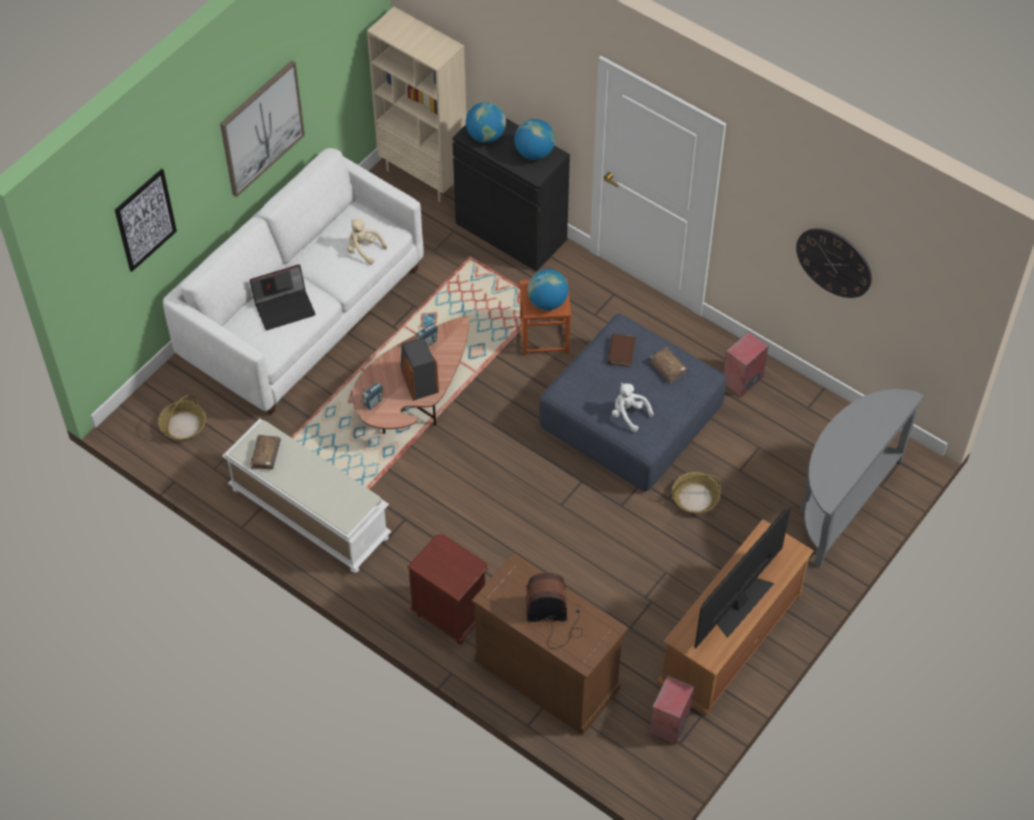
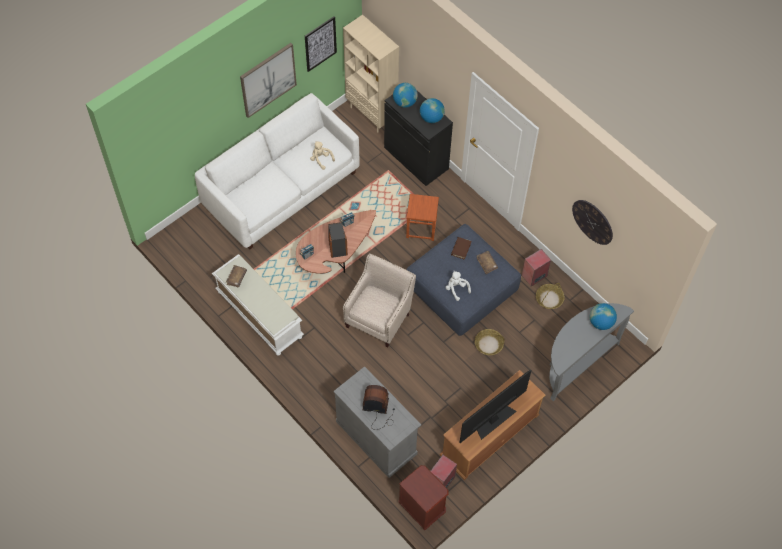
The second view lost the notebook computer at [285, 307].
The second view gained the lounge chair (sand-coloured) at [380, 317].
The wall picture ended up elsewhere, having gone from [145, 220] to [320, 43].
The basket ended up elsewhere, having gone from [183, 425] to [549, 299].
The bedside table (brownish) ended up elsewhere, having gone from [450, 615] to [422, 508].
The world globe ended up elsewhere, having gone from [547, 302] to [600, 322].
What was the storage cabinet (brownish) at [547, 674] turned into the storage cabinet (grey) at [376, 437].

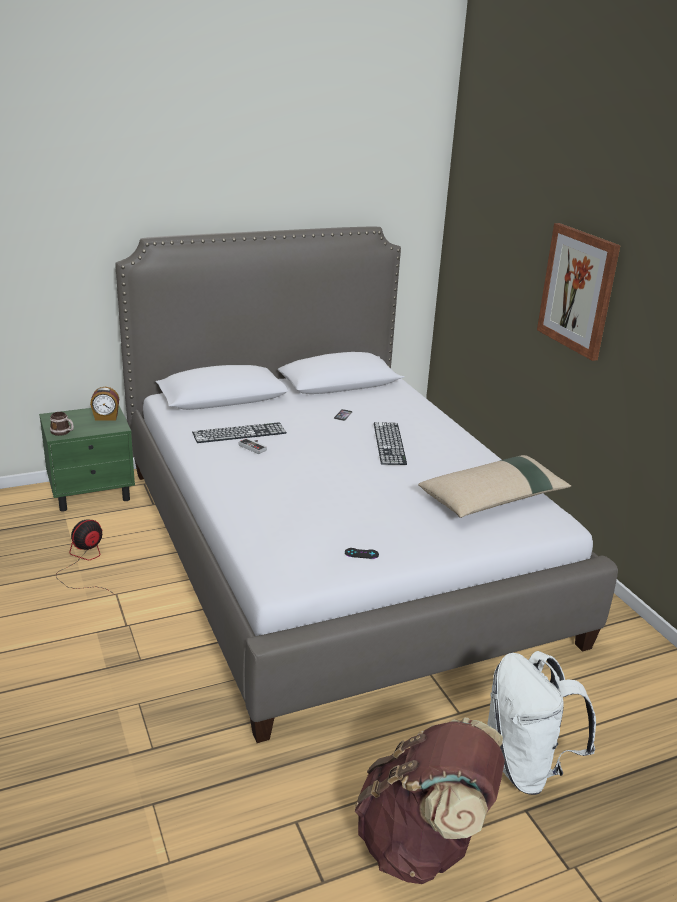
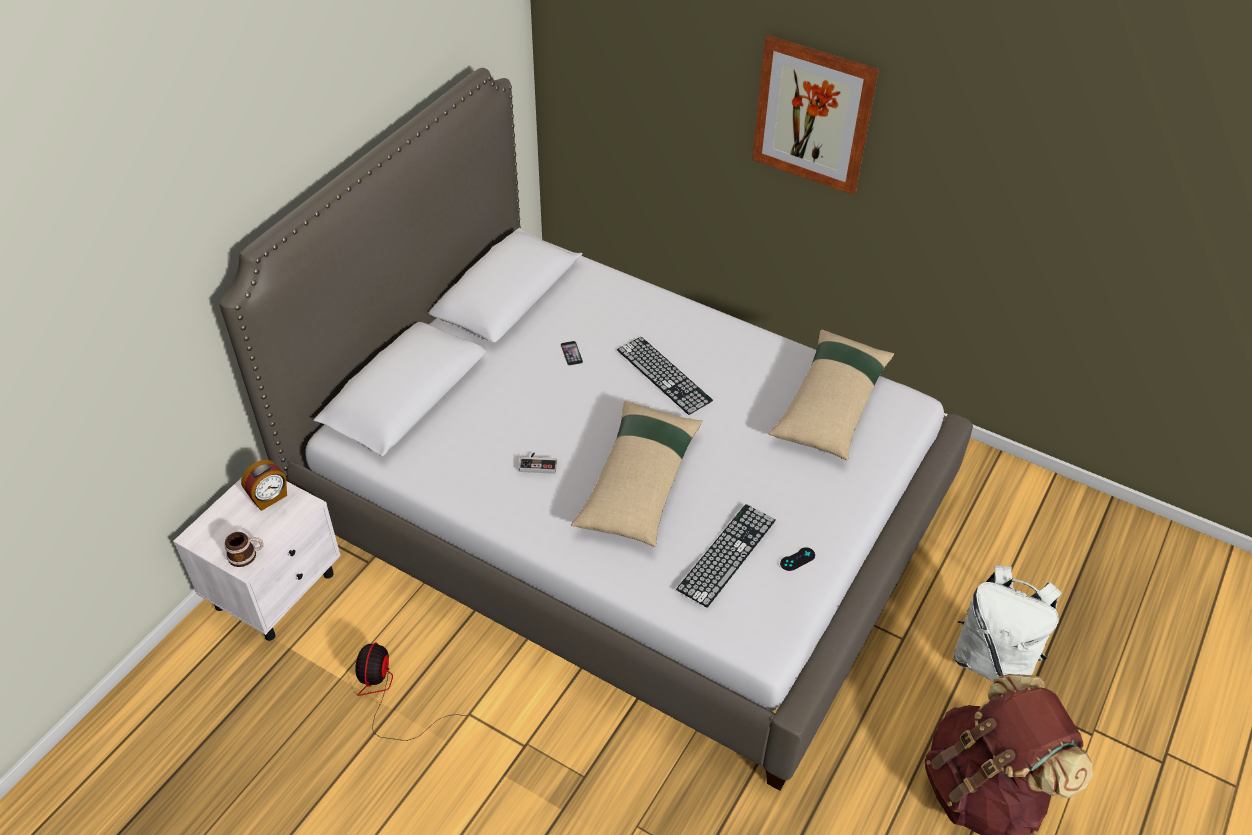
The second view gained the throw pillow (sand-coloured) at [639, 482].
The keyboard ended up elsewhere, having gone from [239, 433] to [727, 554].
What was the bedside table (green) at [92, 493] turned into the bedside table (white-coloured) at [276, 589].

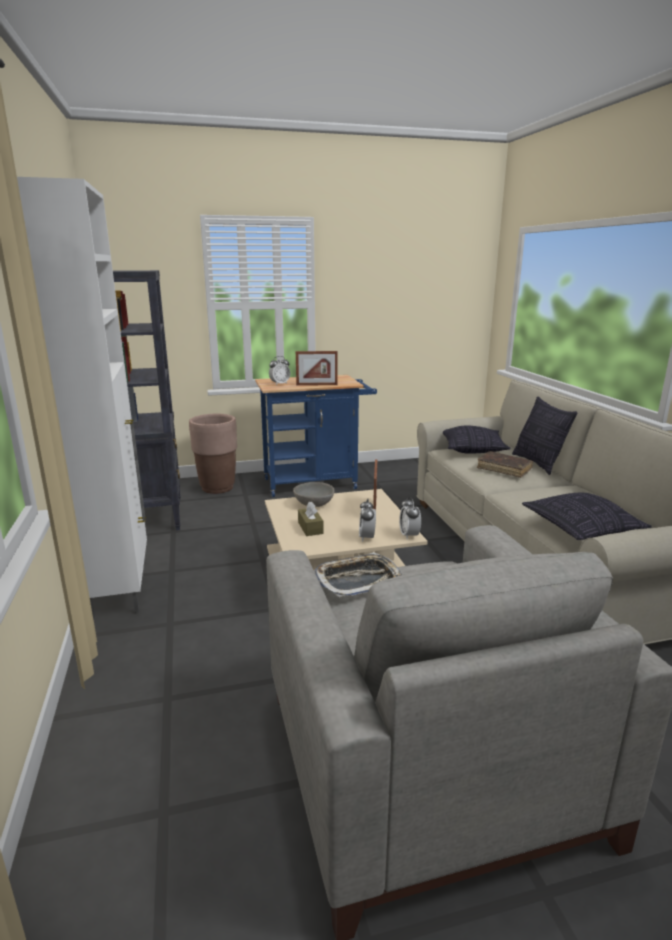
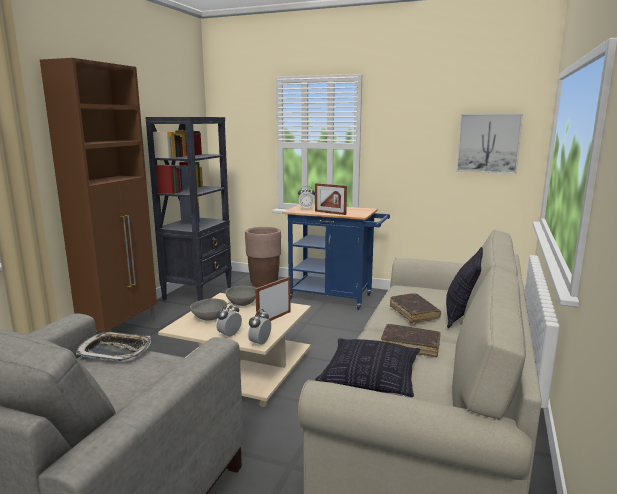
The second view lost the throw pillow at [473, 450].
The second view gained the bound book (brownish) at [410, 346].
The second view gained the wall picture at [488, 143].
Where the tissue box (brownish) stood at [310, 528], the serving bowl (grey) came to stand at [209, 318].
What was the storage cabinet (white-coloured) at [121, 587] turned into the storage cabinet (brownish) at [121, 330].

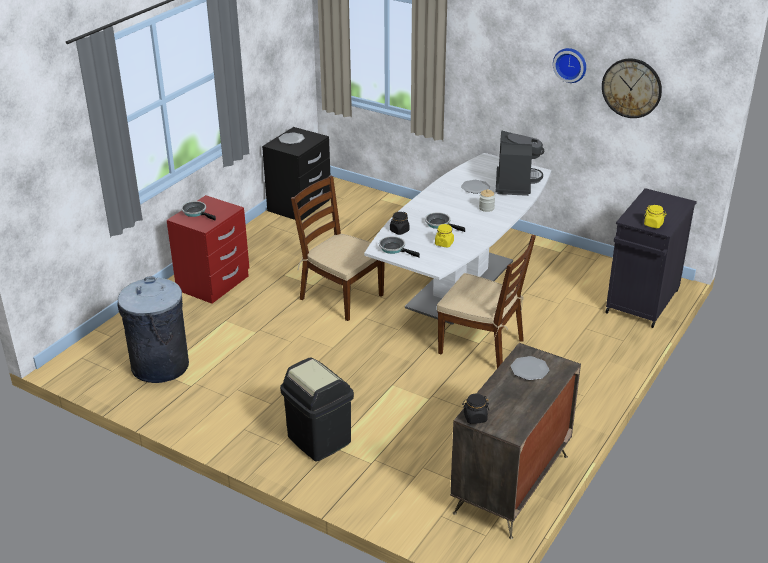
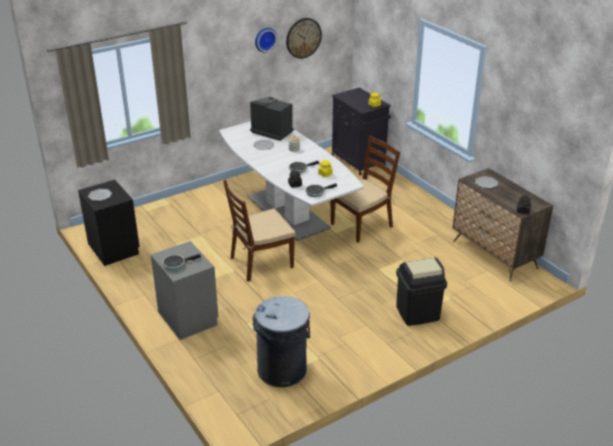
What was the bedside table (red-coloured) at [214, 283] turned into the bedside table (grey) at [188, 318].

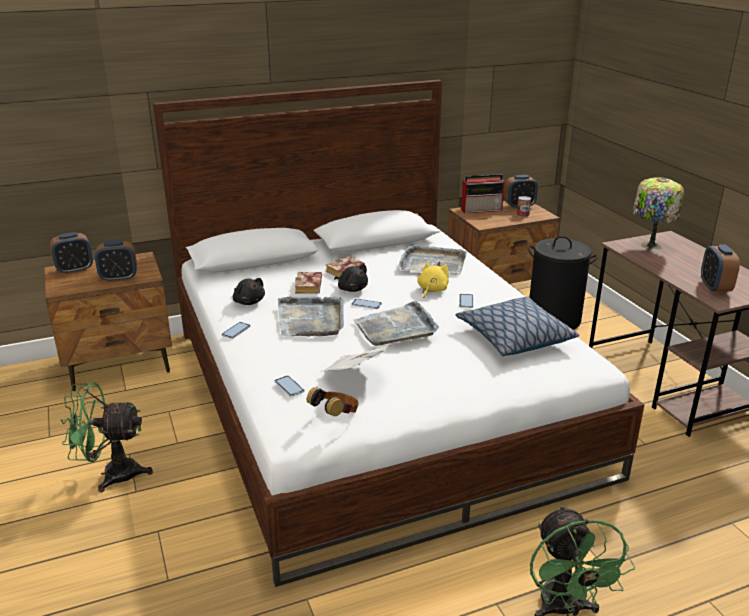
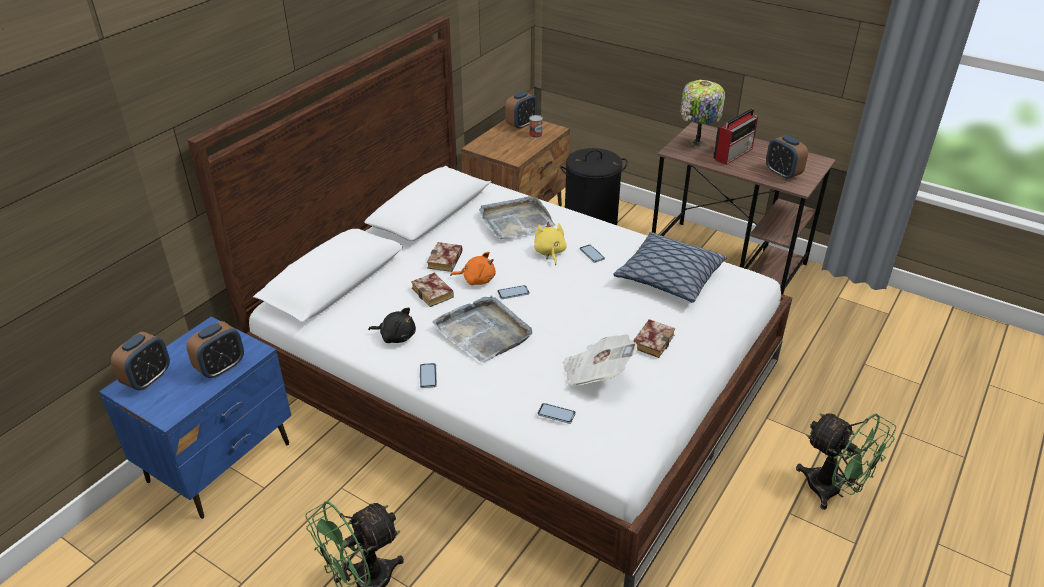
The second view lost the headset at [336, 416].
The second view lost the serving tray (grey) at [396, 327].
The second view gained the bound book at [652, 340].
The radio receiver ended up elsewhere, having gone from [482, 210] to [733, 153].
What was the bedside table (brownish) at [120, 365] turned into the bedside table (blue) at [221, 462].
What was the cuddly toy (black-coloured) at [352, 289] turned into the cuddly toy (orangey) at [477, 279].

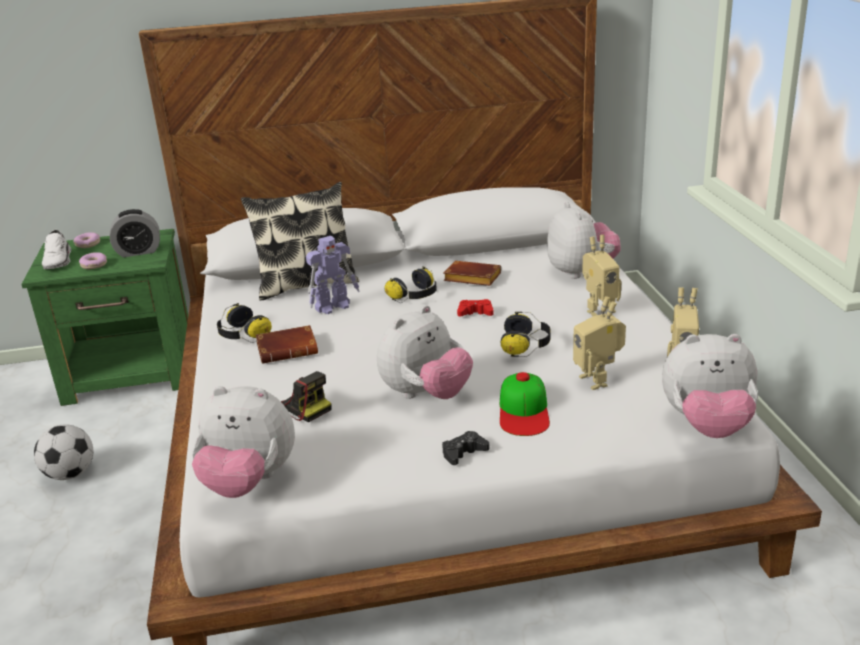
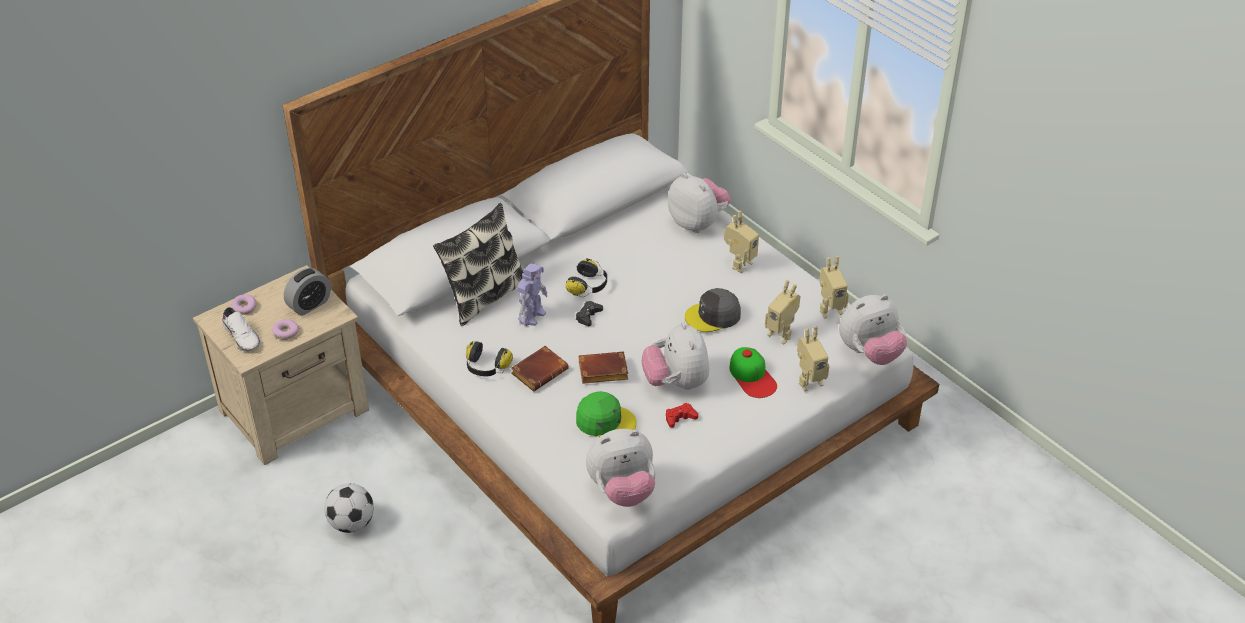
The second view gained the robot figure at [808, 381].
The game controller (black-coloured) ended up elsewhere, having gone from [463, 453] to [588, 316].
The bound book (brownish) ended up elsewhere, having gone from [470, 278] to [602, 372].
The game controller (red-coloured) ended up elsewhere, having gone from [475, 313] to [680, 418].
Where the still camera stood at [303, 406], the baseball cap (green) came to stand at [605, 421].
Where the headset stood at [526, 345], the baseball cap (grey) came to stand at [713, 316].
What was the bedside table (green) at [132, 373] turned into the bedside table (sand-coloured) at [296, 410].
The cuddly toy at [426, 395] ended up facing another way, 150 degrees clockwise from before.

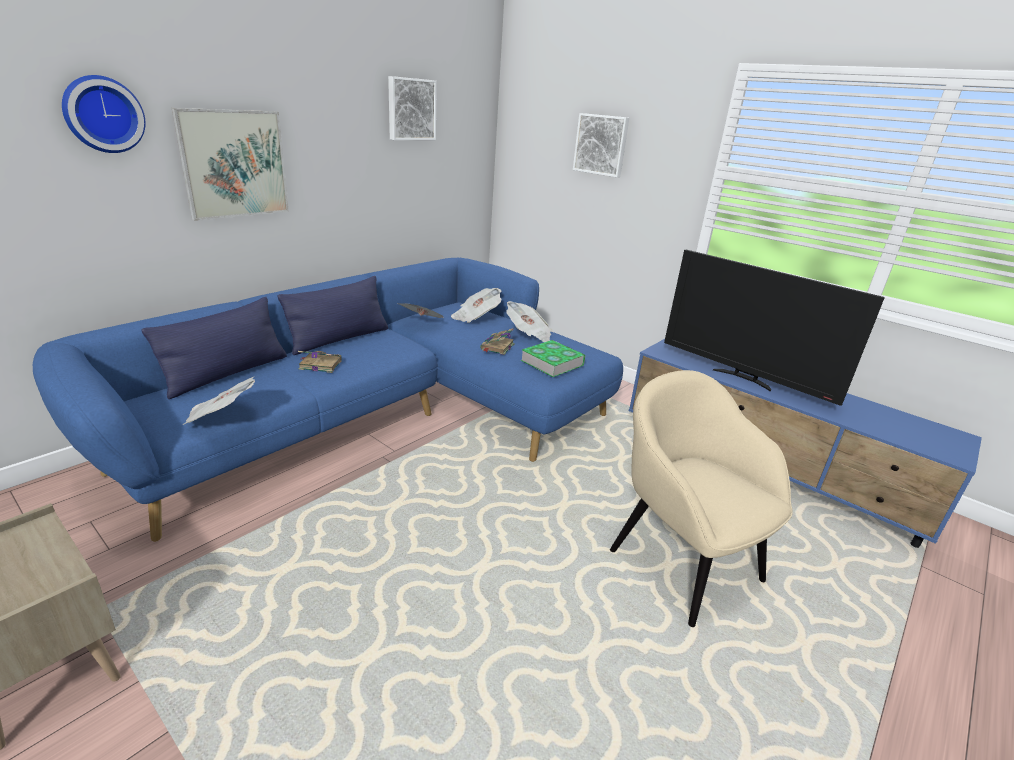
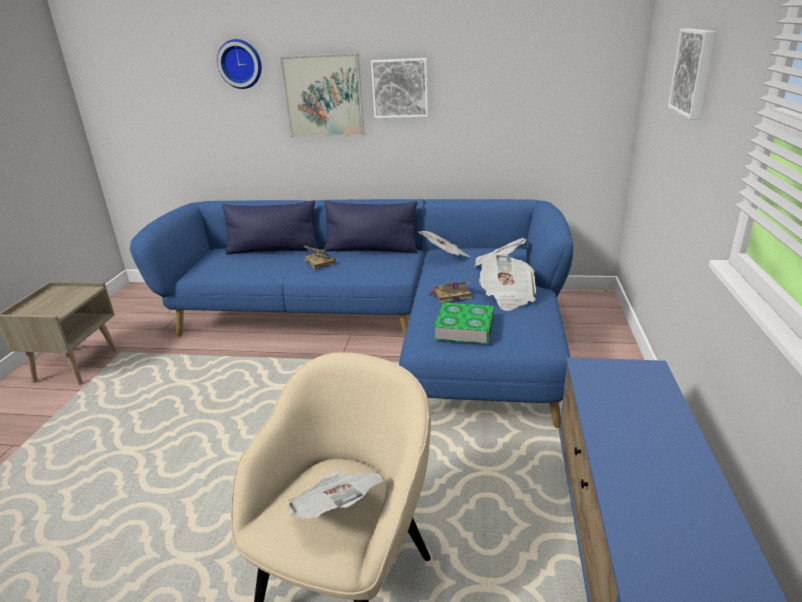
The second view lost the TV at [743, 378].
The daily paper ended up elsewhere, having gone from [222, 417] to [336, 510].
The wall picture ended up elsewhere, having gone from [411, 109] to [400, 88].

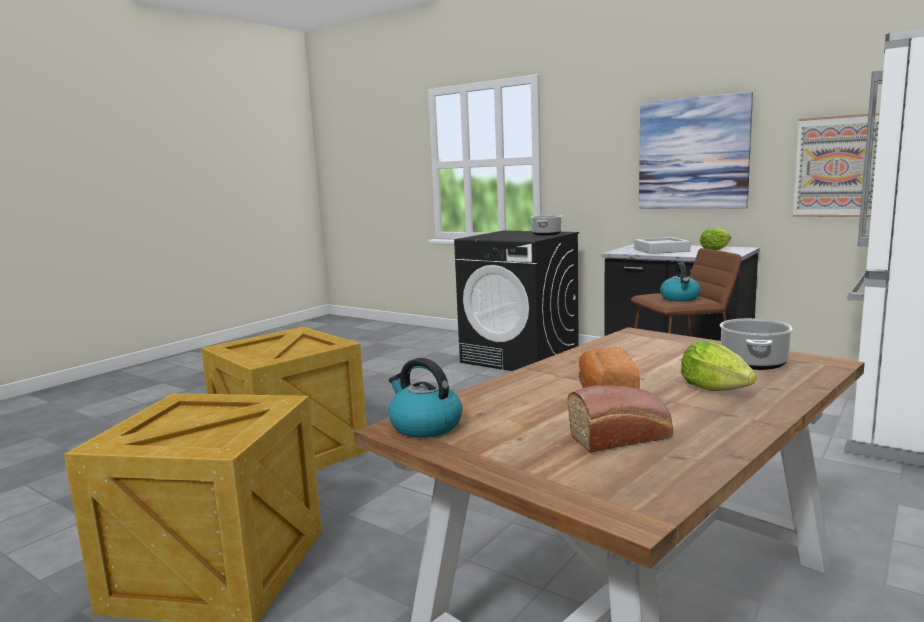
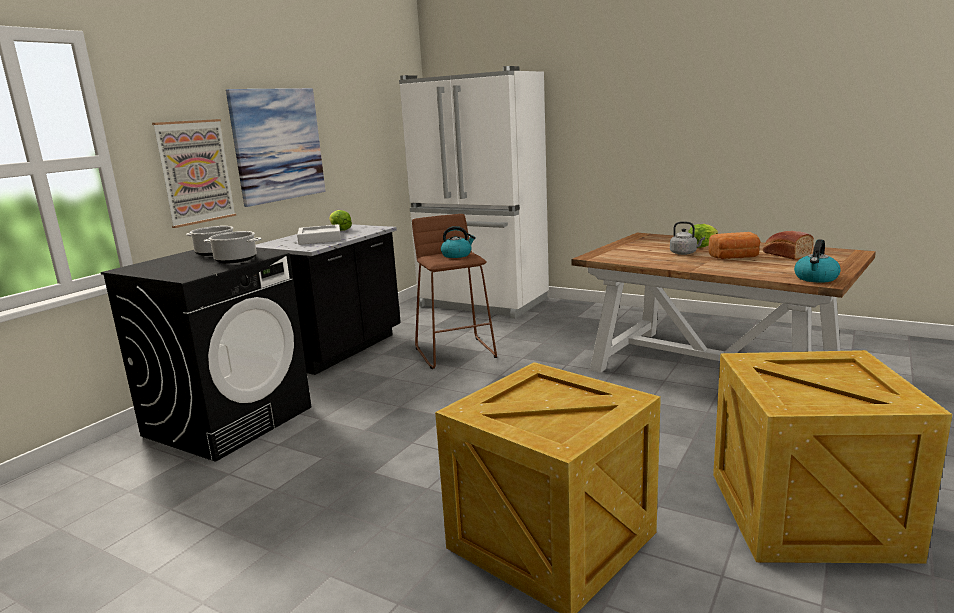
The second view gained the kettle (grey) at [684, 253].
The saucepot ended up elsewhere, having gone from [753, 363] to [235, 260].
The wall picture ended up elsewhere, having gone from [836, 167] to [195, 172].

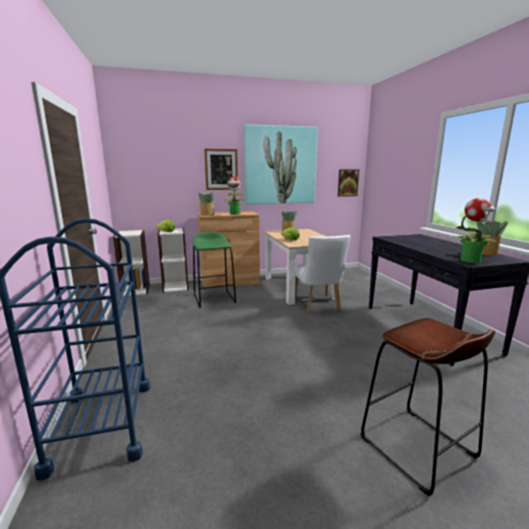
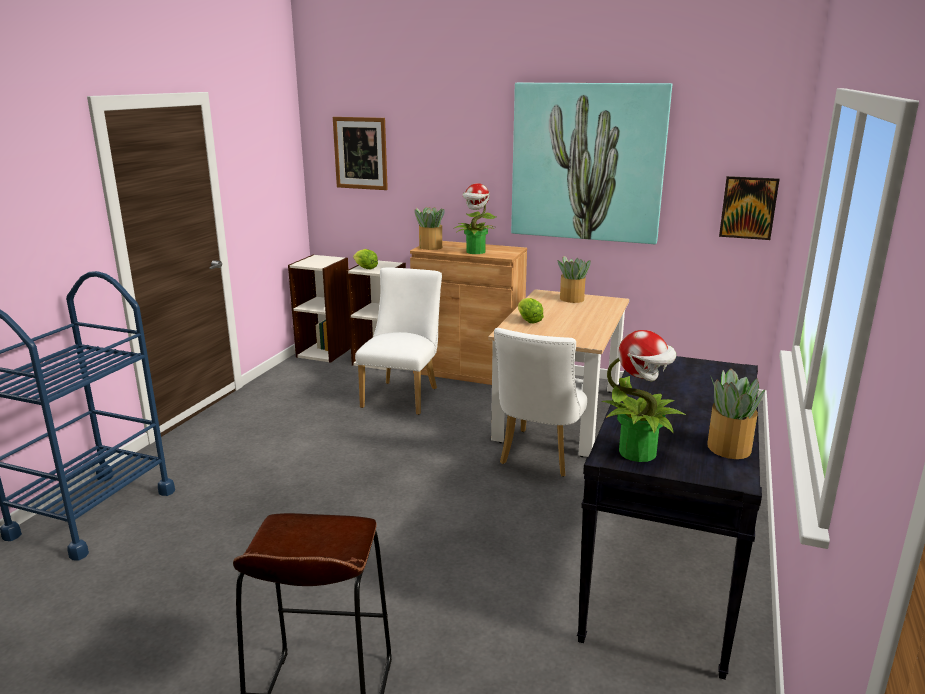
The wall picture ended up elsewhere, having gone from [221, 169] to [360, 153].
Where the sitting stool (green) stood at [214, 298], the chair (white-coloured) came to stand at [403, 395].

